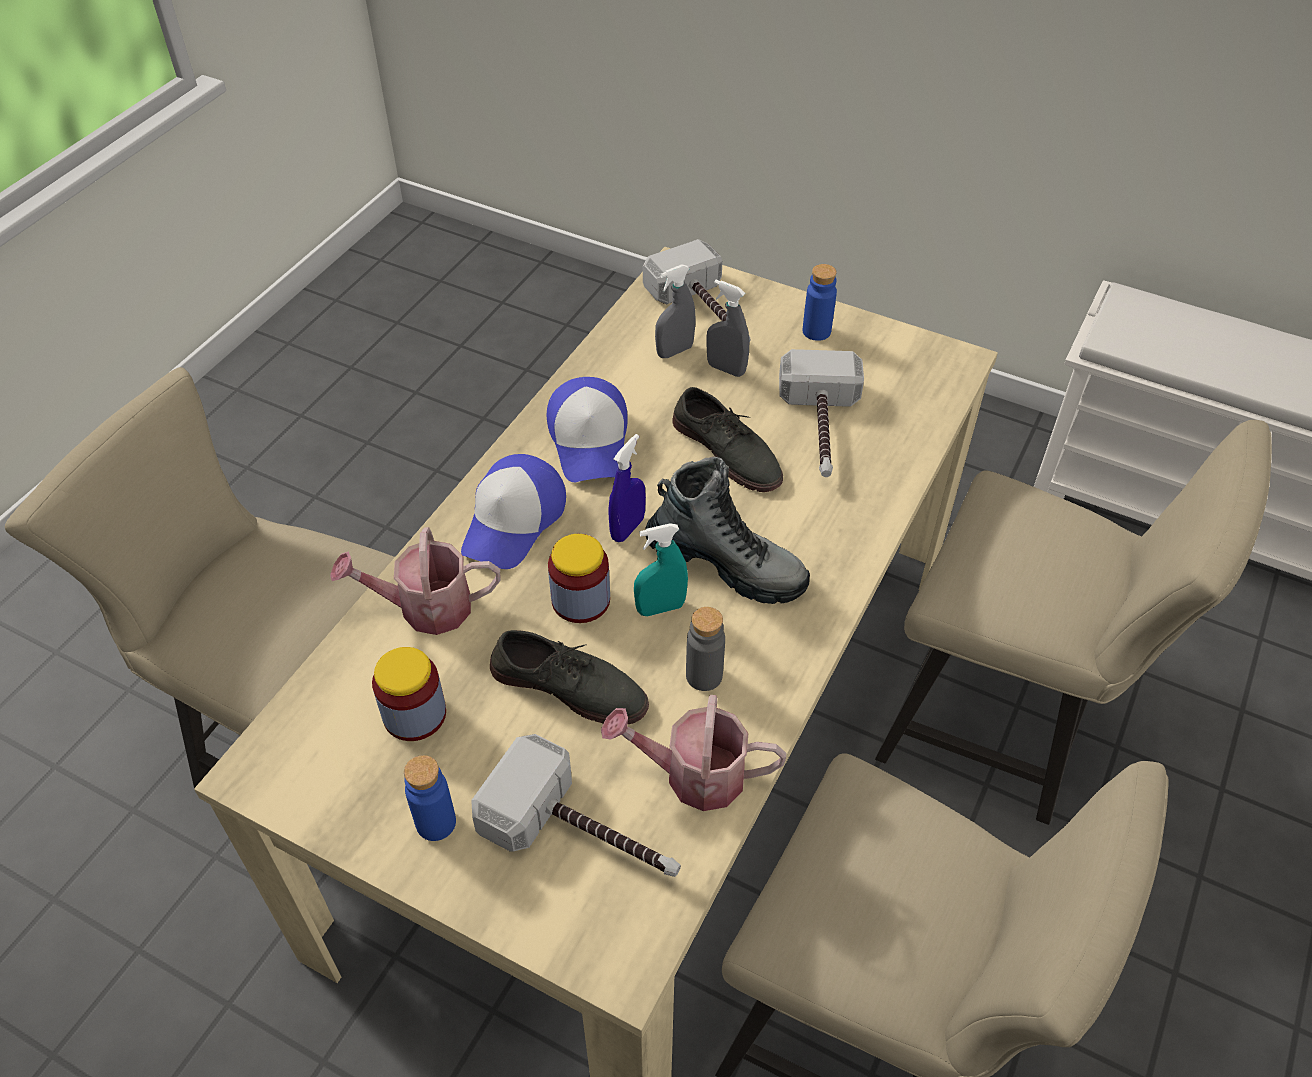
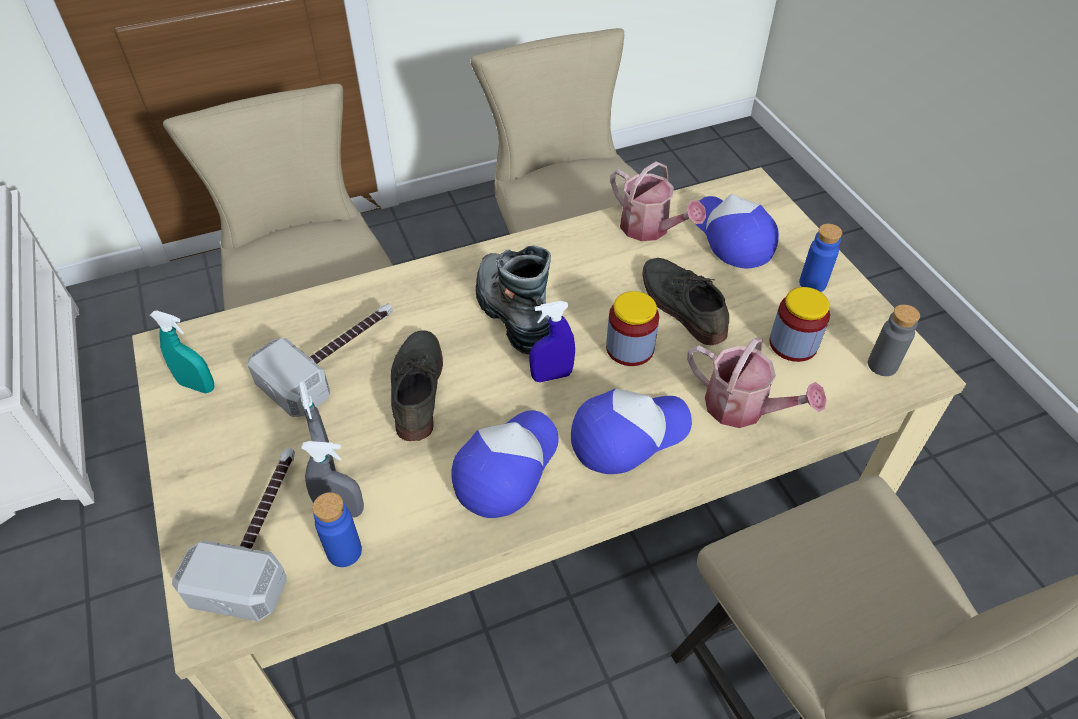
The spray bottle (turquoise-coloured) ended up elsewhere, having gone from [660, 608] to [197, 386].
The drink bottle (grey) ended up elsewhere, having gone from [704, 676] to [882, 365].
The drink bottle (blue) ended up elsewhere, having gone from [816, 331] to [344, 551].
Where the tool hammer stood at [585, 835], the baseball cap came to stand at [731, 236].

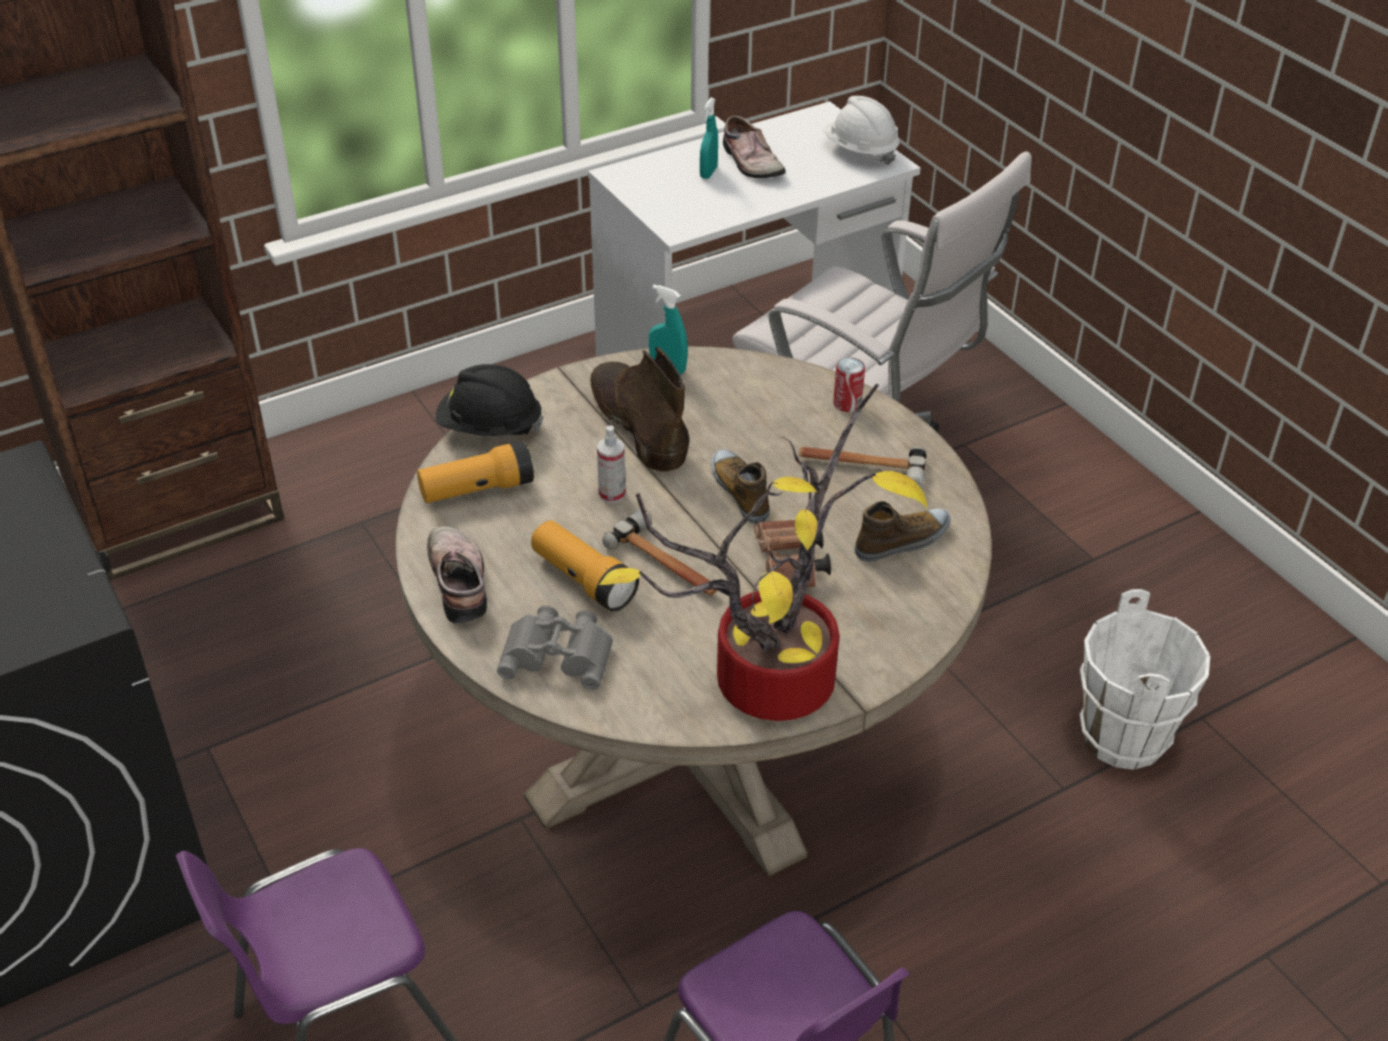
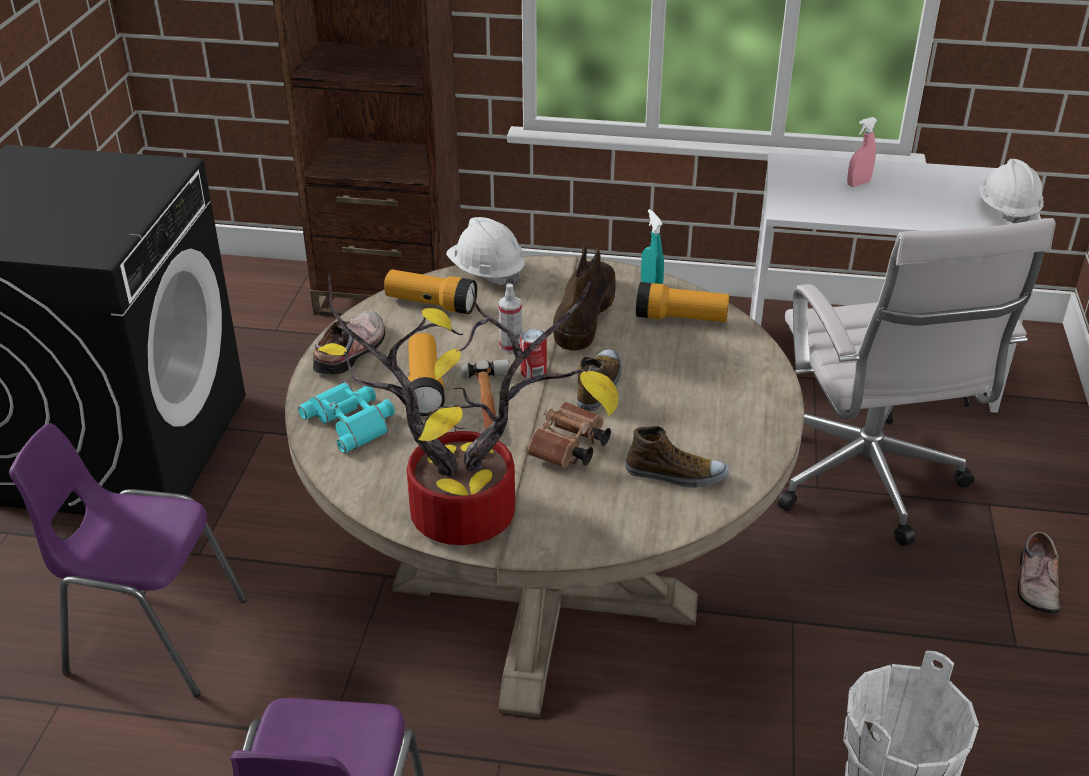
The second view lost the tool hammer at [861, 467].
The second view gained the hand torch at [681, 318].
The item of footwear ended up elsewhere, having gone from [749, 162] to [1035, 583].
The metal can ended up elsewhere, having gone from [847, 404] to [533, 372].
What was the work helmet (black-coloured) at [490, 428] turned into the work helmet (white-coloured) at [486, 273].
What was the field glasses (grey) at [559, 653] turned into the field glasses (turquoise-coloured) at [352, 421].
What was the spray bottle (turquoise-coloured) at [708, 173] turned into the spray bottle (pink-coloured) at [858, 183].

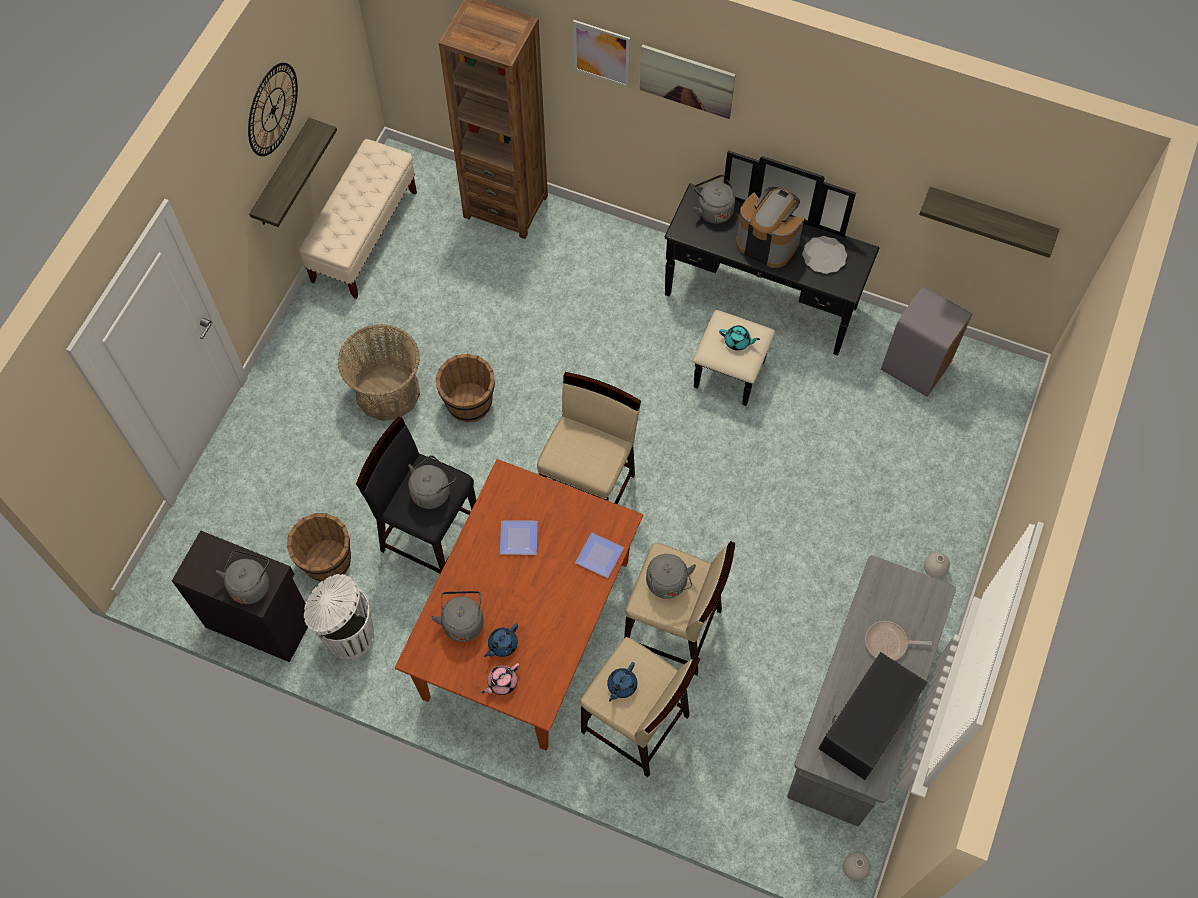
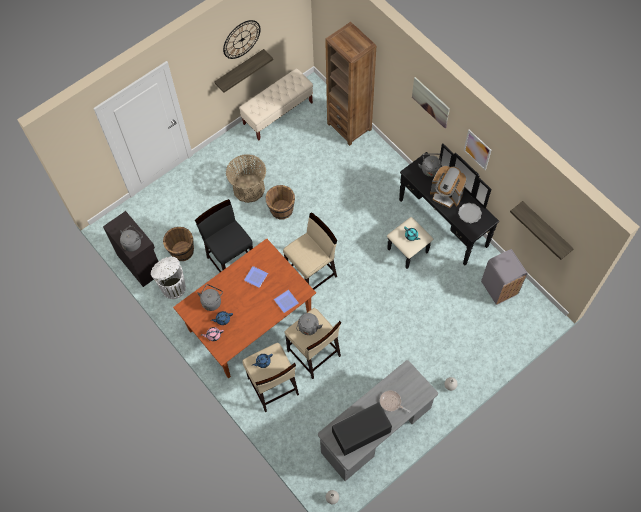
The second view lost the kettle (grey) at [432, 491].
The wall picture ended up elsewhere, having gone from [601, 53] to [477, 149].
The coffee machine at [767, 242] ended up facing another way, 150 degrees clockwise from before.

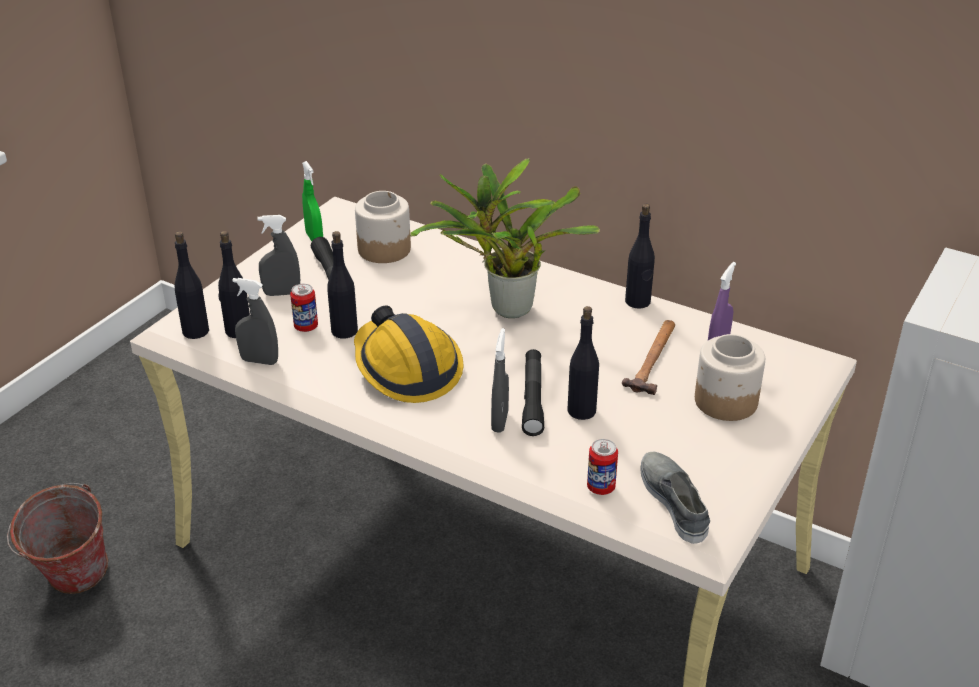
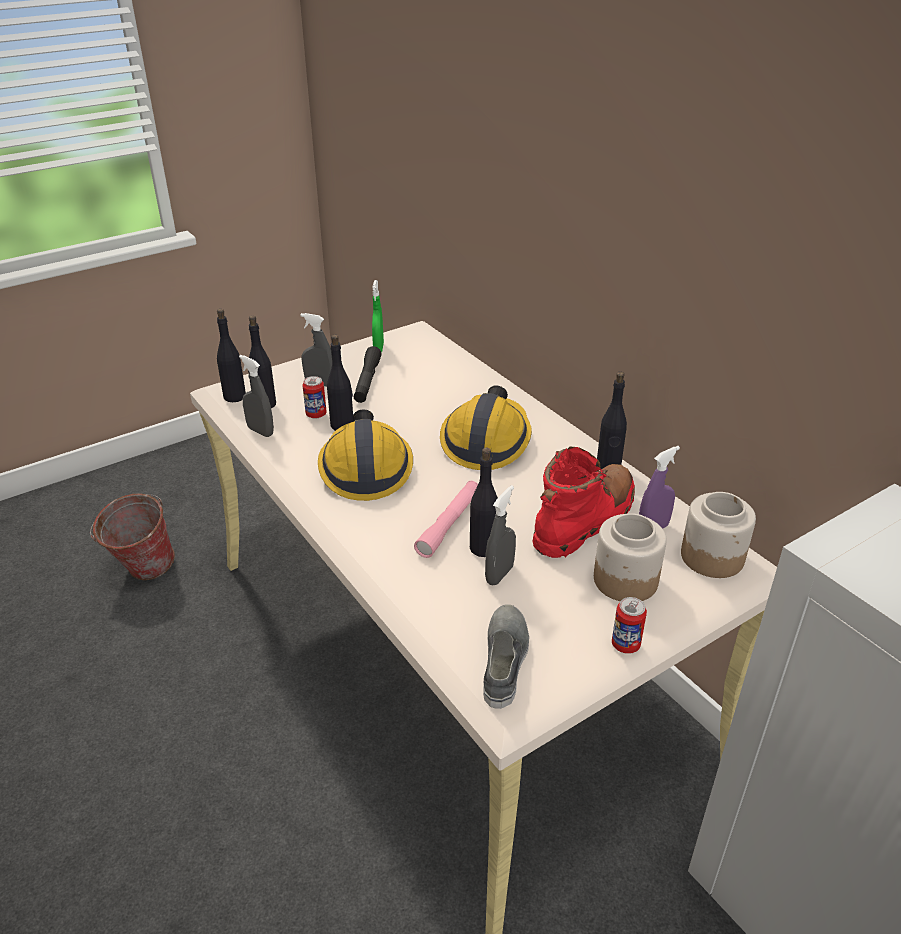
The preserve jar ended up elsewhere, having gone from [384, 249] to [712, 557].
The spray bottle (grey) ended up elsewhere, having gone from [500, 421] to [499, 574].
The metal can ended up elsewhere, having gone from [601, 487] to [625, 645].
Where the houseplant stood at [505, 308], the work helmet came to stand at [486, 441].
Where the tool hammer stood at [654, 359], the high-top boot (red-coloured) came to stand at [585, 521].
What was the hand torch (black-coloured) at [532, 398] turned into the hand torch (pink-coloured) at [449, 524].

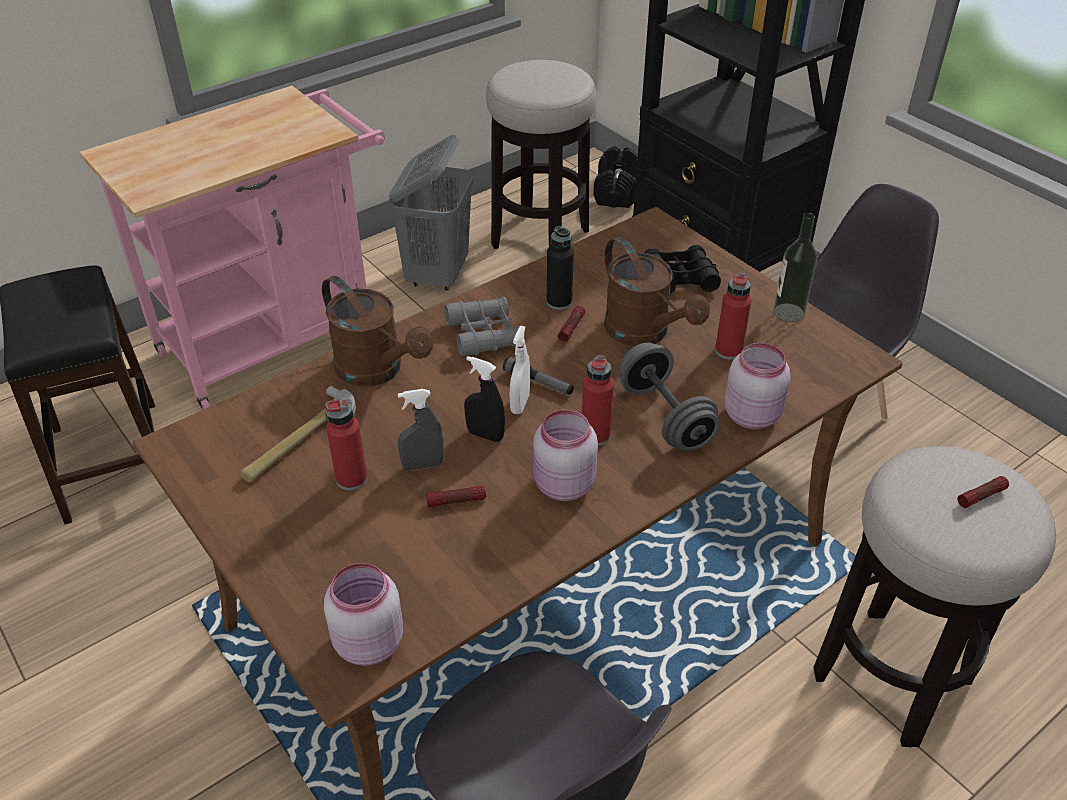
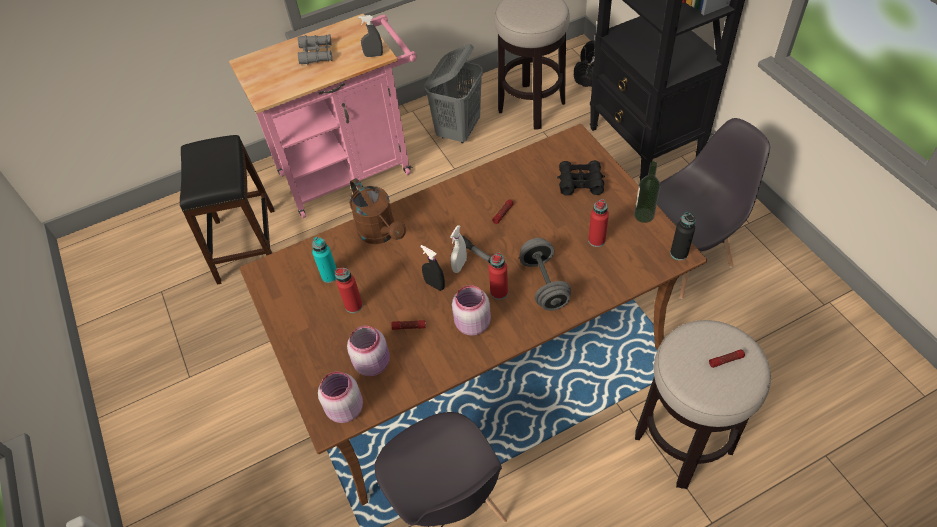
The second view lost the watering can (brownish) at [644, 333].
The spray bottle (grey) ended up elsewhere, having gone from [423, 465] to [373, 55].
The field glasses (grey) ended up elsewhere, having gone from [484, 334] to [316, 54].
The drink bottle (black-coloured) ended up elsewhere, having gone from [559, 302] to [679, 253].
The preserve jar (pink-coloured) ended up elsewhere, having gone from [752, 414] to [373, 363].
Where the tool hammer stood at [300, 439], the drink bottle (turquoise-coloured) came to stand at [330, 276].

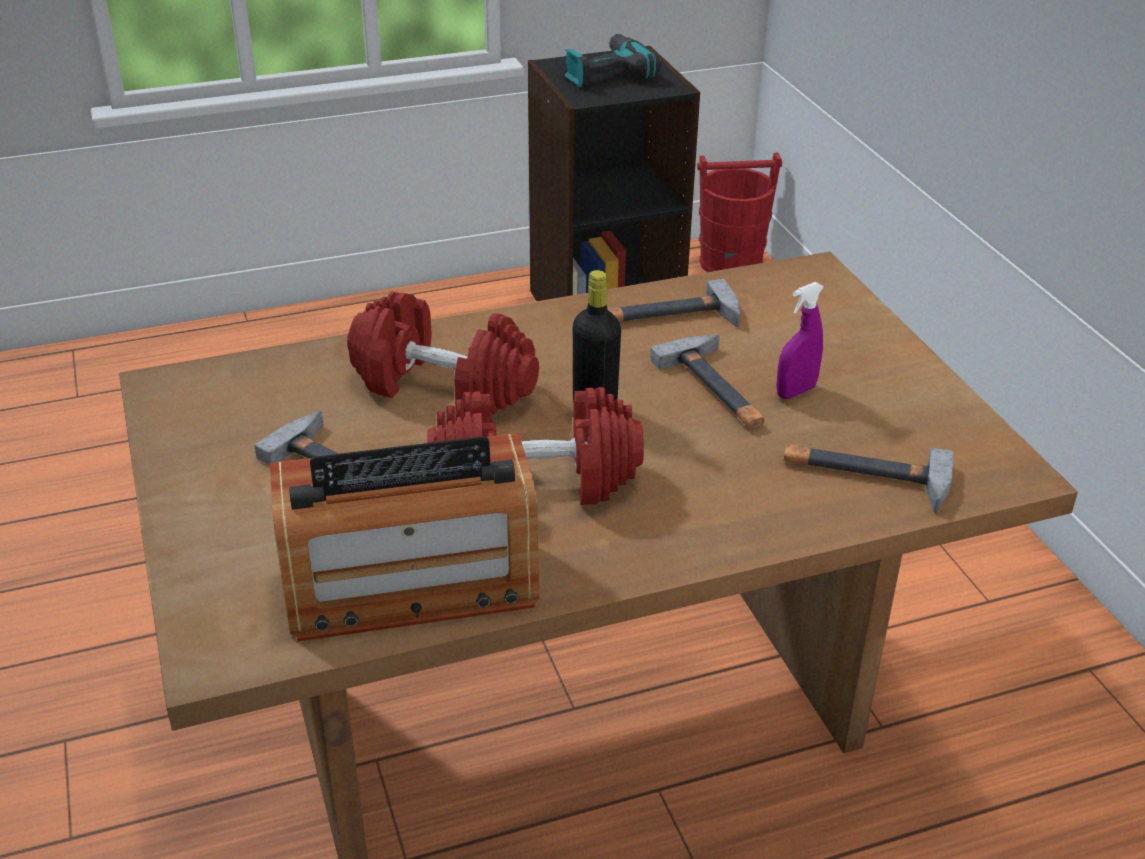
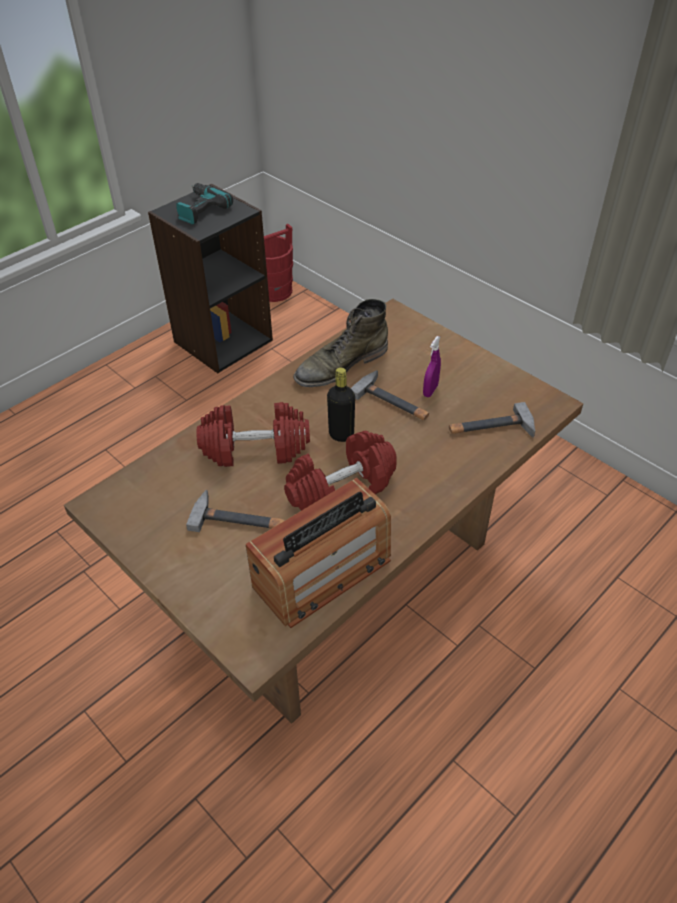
Where the tool hammer stood at [669, 316], the high-top boot (green) came to stand at [340, 365].

